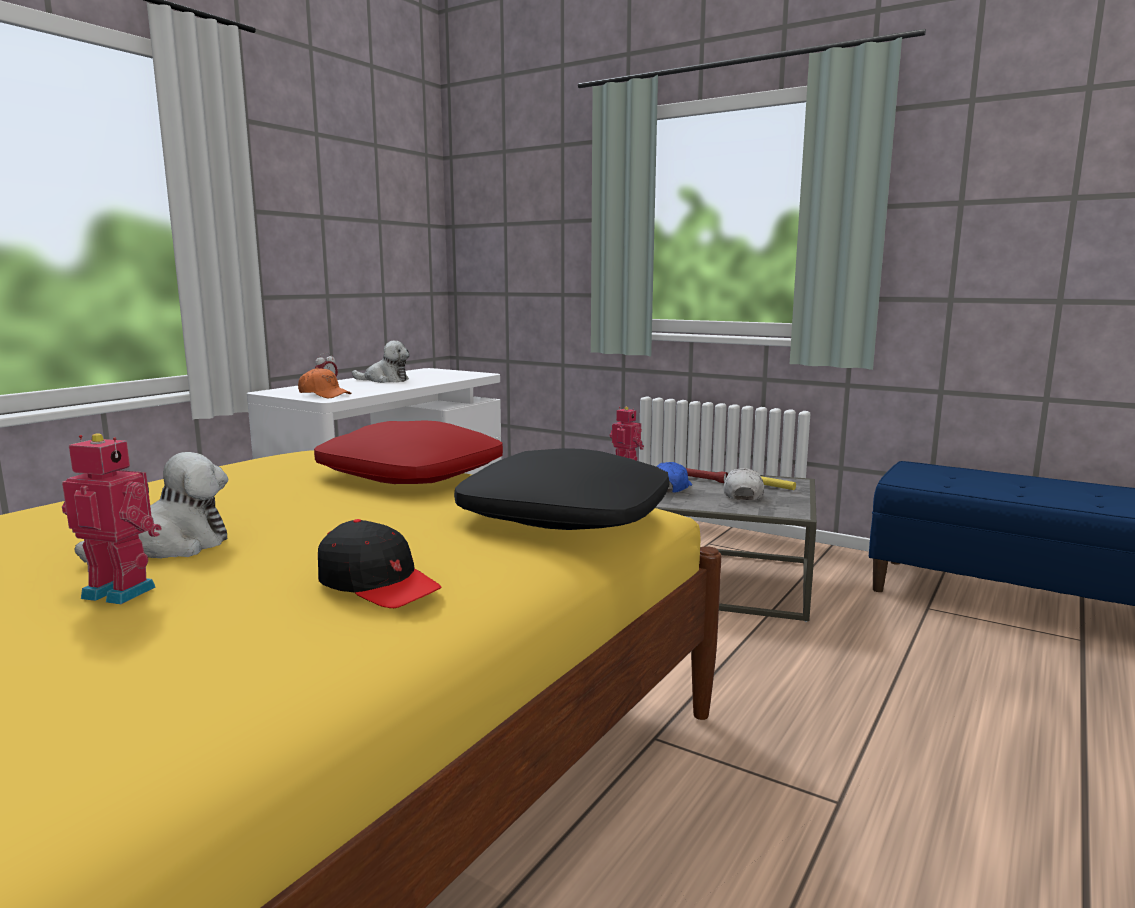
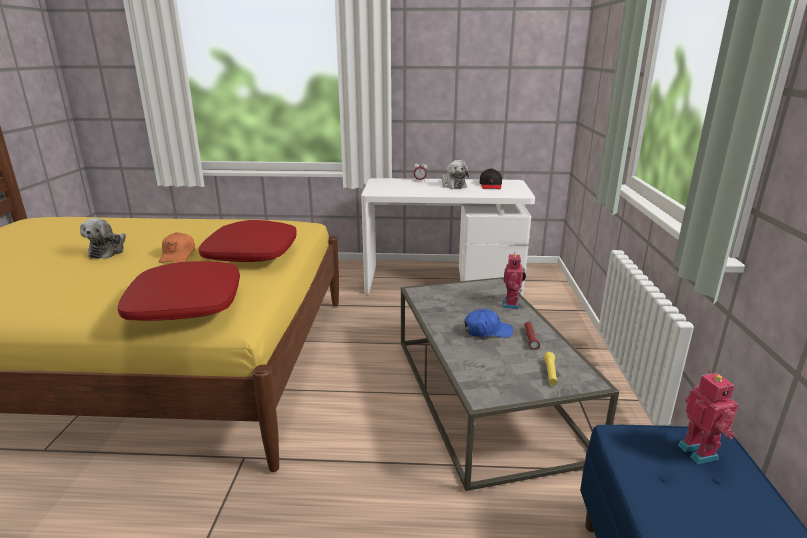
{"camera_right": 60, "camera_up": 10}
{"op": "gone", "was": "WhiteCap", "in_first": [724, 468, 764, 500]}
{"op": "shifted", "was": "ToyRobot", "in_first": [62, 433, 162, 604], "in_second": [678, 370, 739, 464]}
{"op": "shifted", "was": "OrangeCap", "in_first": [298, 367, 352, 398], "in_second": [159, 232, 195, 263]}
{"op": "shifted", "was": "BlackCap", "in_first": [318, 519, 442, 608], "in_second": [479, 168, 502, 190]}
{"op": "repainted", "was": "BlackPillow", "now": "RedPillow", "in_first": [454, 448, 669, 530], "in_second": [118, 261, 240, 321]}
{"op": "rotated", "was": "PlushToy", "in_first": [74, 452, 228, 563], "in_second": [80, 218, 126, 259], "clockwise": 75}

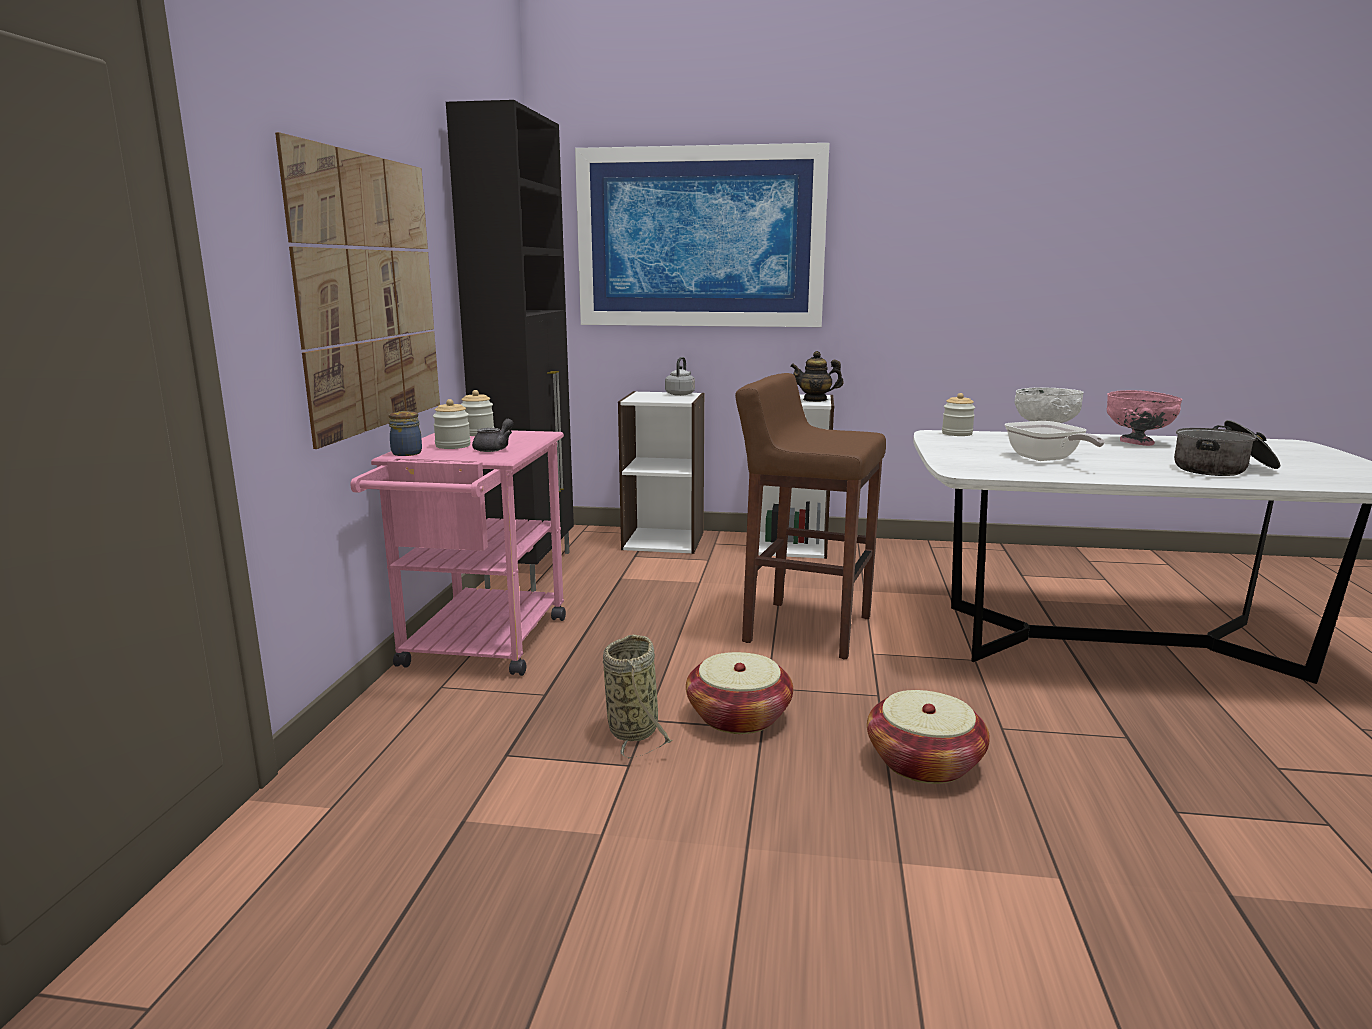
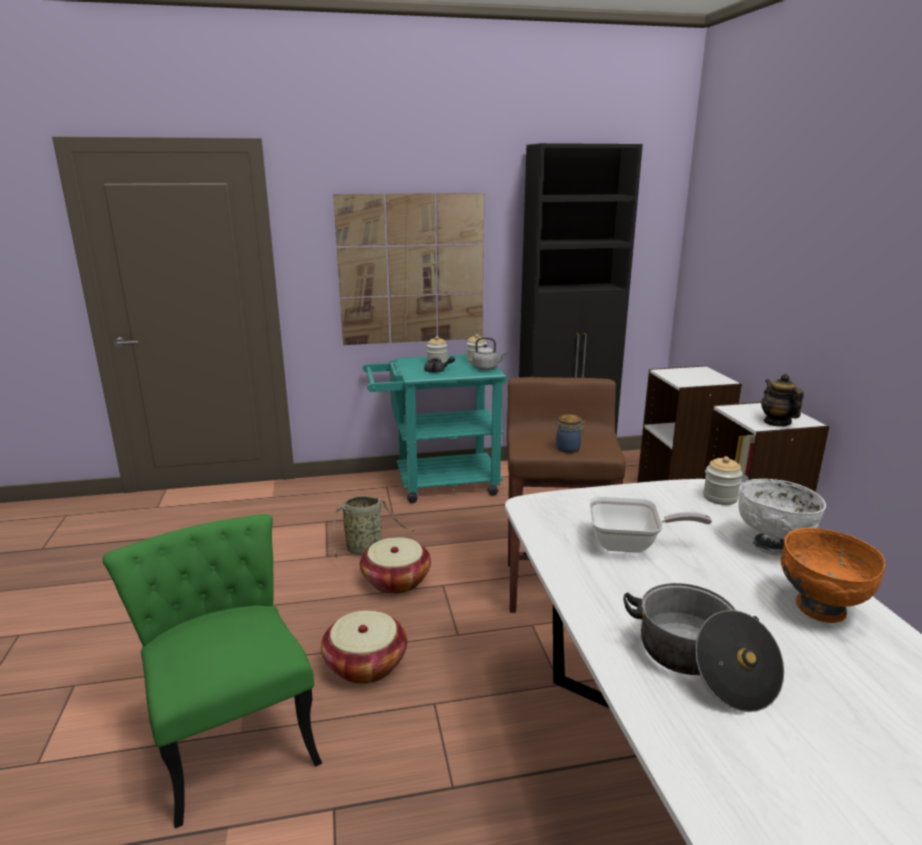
{"camera_right": 70, "camera_up": 5}
{"op": "gone", "was": "Picture", "in_first": [575, 143, 829, 327]}
{"op": "new", "now": "GreenChair", "in_second": [102, 514, 322, 828]}
{"op": "shifted", "was": "Jar", "in_first": [389, 411, 422, 456], "in_second": [556, 414, 585, 453]}
{"op": "shifted", "was": "GreyKettle", "in_first": [665, 357, 695, 396], "in_second": [472, 337, 506, 370]}
{"op": "repainted", "was": "PinkCart", "now": "TurquoiseCart", "in_first": [351, 430, 566, 676], "in_second": [363, 354, 506, 503]}
{"op": "repainted", "was": "PinkBowl", "now": "OrangeBowl", "in_first": [1107, 390, 1182, 446], "in_second": [781, 528, 885, 623]}
{"op": "rotated", "was": "FryingPan", "in_first": [1005, 421, 1105, 461], "in_second": [589, 496, 712, 553], "clockwise": -135}

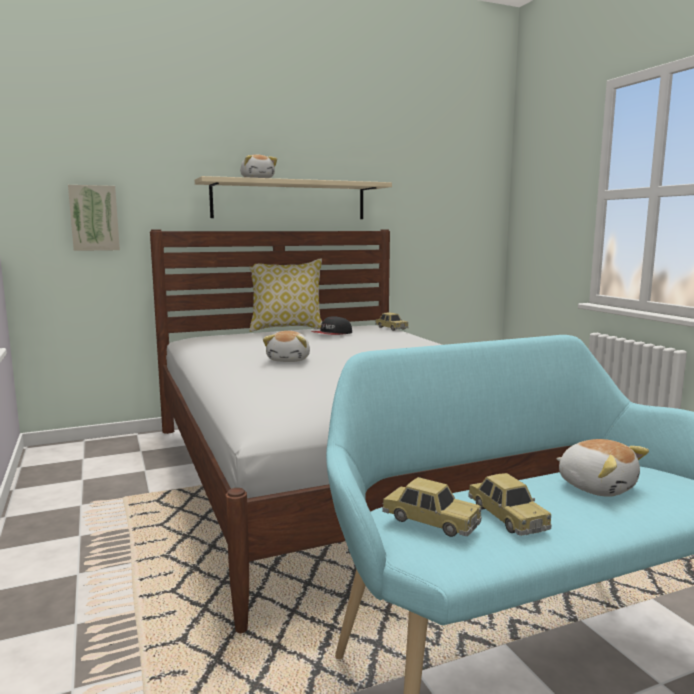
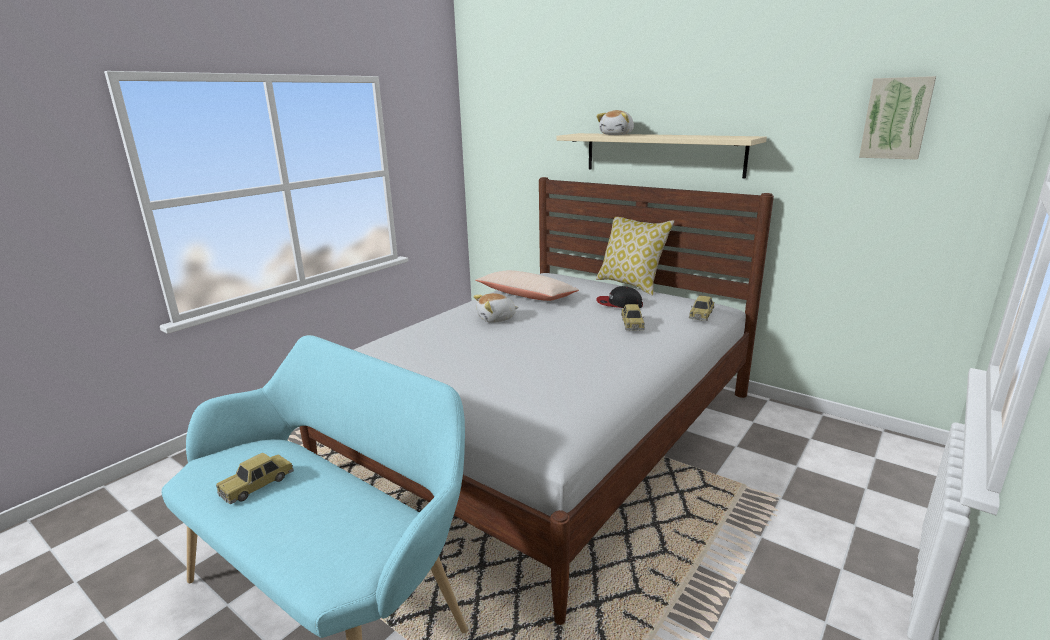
{"camera_right": 60, "camera_up": 10}
{"op": "gone", "was": "PlushToy", "in_first": [556, 439, 649, 497]}
{"op": "new", "now": "BeigePillow", "in_second": [475, 270, 579, 301]}
{"op": "shifted", "was": "Picture", "in_first": [68, 185, 120, 251], "in_second": [859, 76, 936, 160]}
{"op": "shifted", "was": "ToyCar", "in_first": [382, 477, 481, 537], "in_second": [621, 304, 645, 331]}

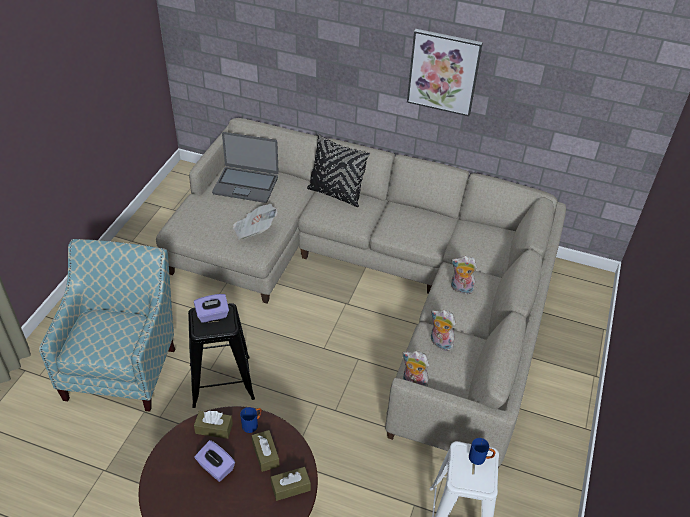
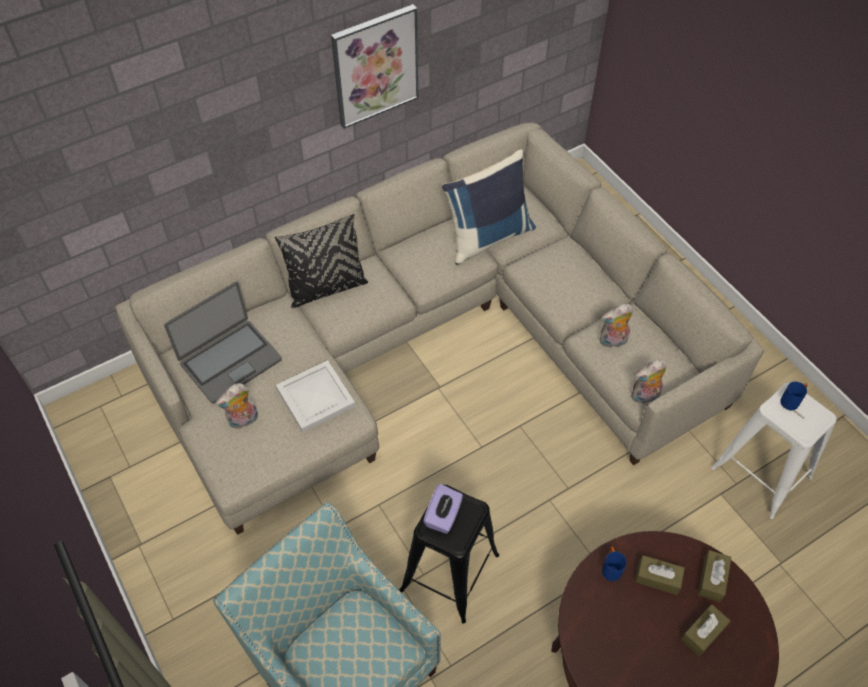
{"camera_right": -50, "camera_up": 10}
{"op": "gone", "was": "PurpleTissueBox", "in_first": [194, 440, 235, 482]}
{"op": "new", "now": "BluePillow", "in_second": [442, 149, 536, 265]}
{"op": "shifted", "was": "BrownTissueBox", "in_first": [194, 411, 233, 439], "in_second": [681, 604, 731, 657]}
{"op": "shifted", "was": "PlushToy", "in_first": [451, 256, 477, 294], "in_second": [215, 383, 258, 430]}
{"op": "swapped", "was": "Newspaper", "now": "WhiteTray", "in_first": [233, 204, 278, 240], "in_second": [276, 360, 355, 433]}

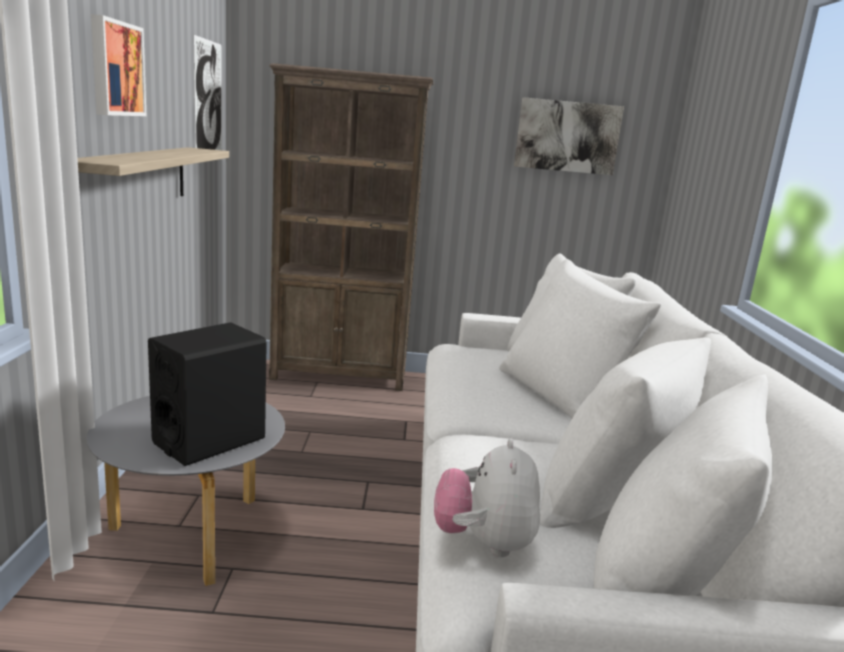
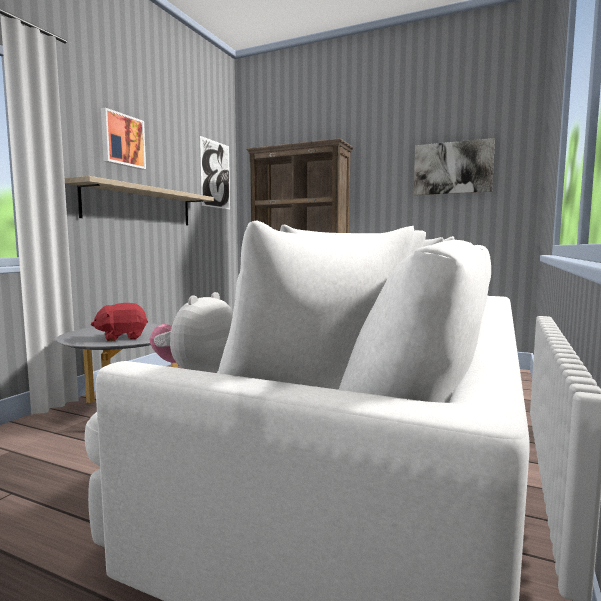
{"camera_right": 25, "camera_up": -10}
{"op": "swapped", "was": "BlackSpeaker", "now": "RedPlushToy", "in_first": [148, 322, 267, 466], "in_second": [91, 303, 148, 341]}

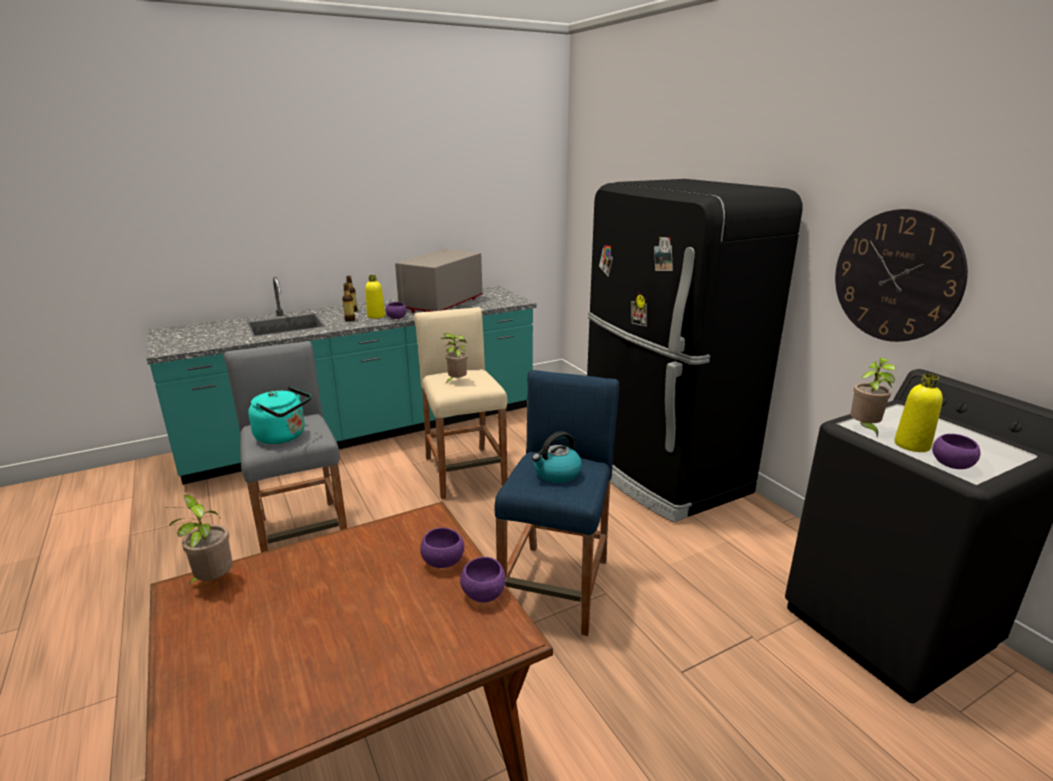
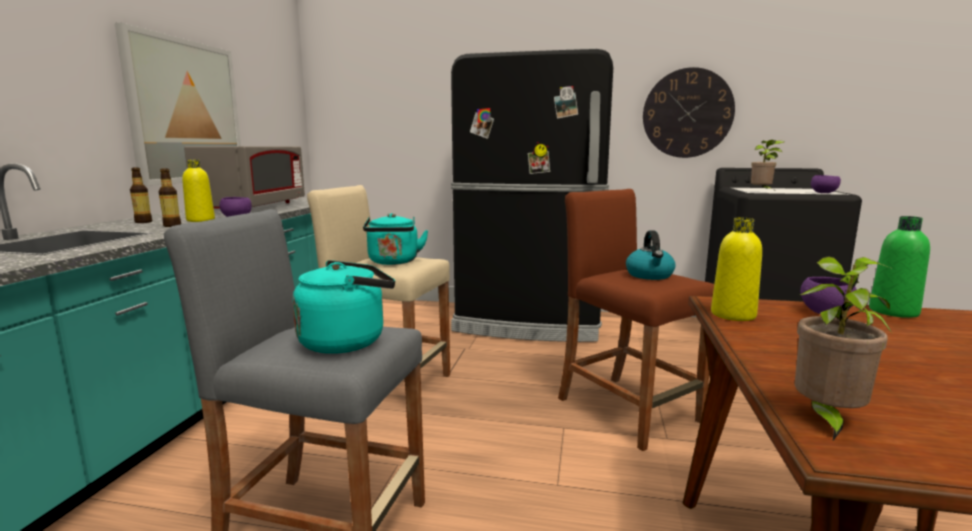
{"camera_right": -50, "camera_up": -10}
{"op": "new", "now": "Picture", "in_second": [115, 23, 241, 186]}
{"op": "shifted", "was": "YellowBottle", "in_first": [895, 374, 943, 452], "in_second": [711, 218, 762, 321]}
{"op": "swapped", "was": "PottedPlant", "now": "TurquoiseKettle", "in_first": [440, 333, 468, 384], "in_second": [363, 213, 429, 265]}
{"op": "swapped", "was": "PurpleBowl", "now": "GreenBottle", "in_first": [460, 557, 506, 602], "in_second": [869, 216, 930, 318]}
{"op": "repainted", "was": "BlueStool", "now": "BrownStool", "in_first": [495, 370, 619, 636], "in_second": [558, 189, 714, 451]}
{"op": "rotated", "was": "GreyMicrowave", "in_first": [395, 249, 483, 312], "in_second": [184, 146, 305, 209], "clockwise": -150}

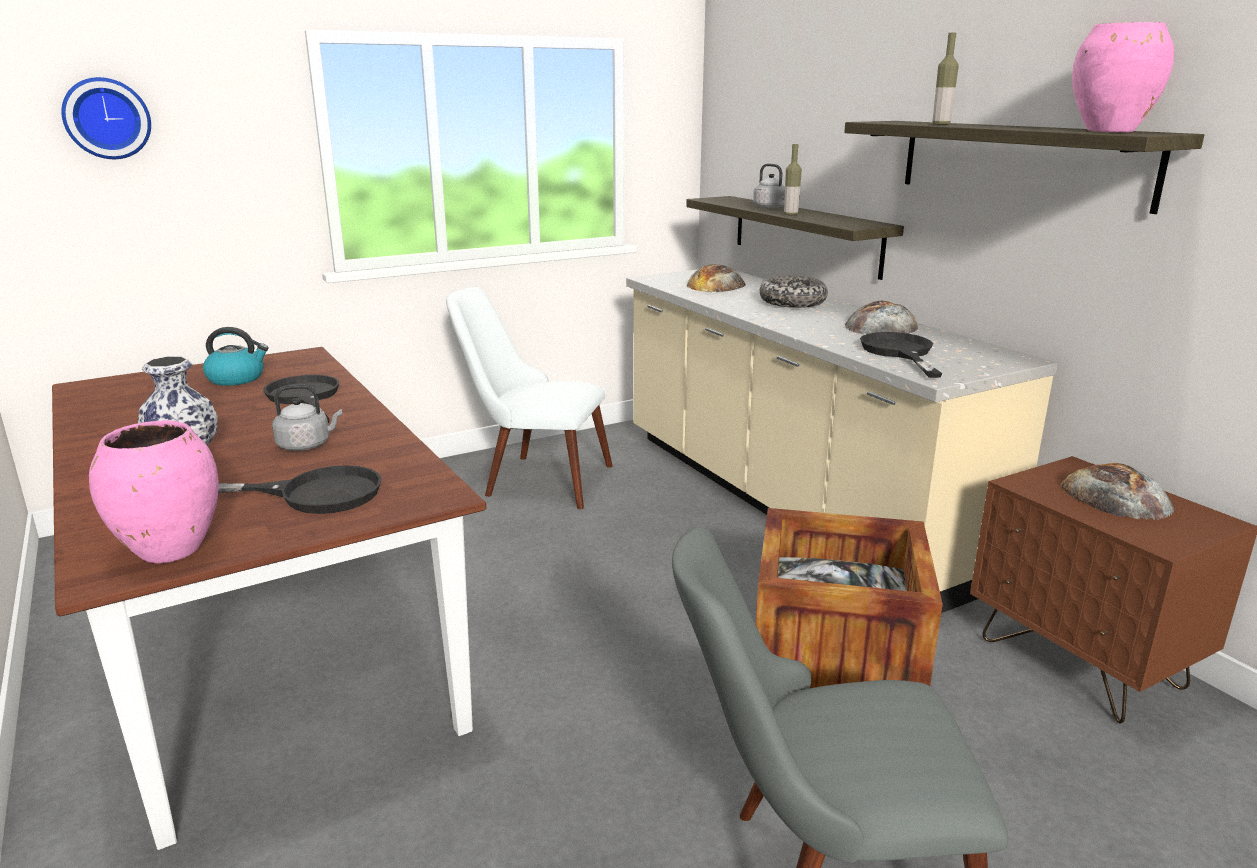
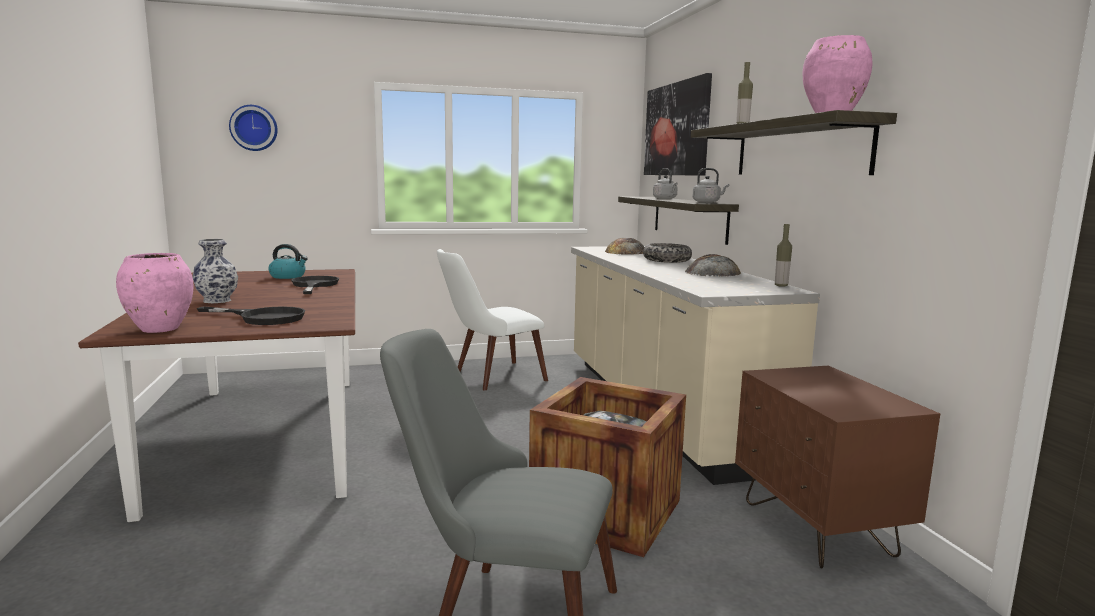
{"camera_right": 15, "camera_up": -10}
{"op": "gone", "was": "BlackFryingPan", "in_first": [860, 332, 942, 378]}
{"op": "gone", "was": "Bread", "in_first": [1061, 463, 1174, 520]}
{"op": "new", "now": "Picture", "in_second": [644, 73, 712, 176]}
{"op": "shifted", "was": "GreyKettle", "in_first": [272, 384, 342, 451], "in_second": [692, 168, 729, 203]}
{"op": "shifted", "was": "Bottle", "in_first": [784, 144, 802, 215], "in_second": [775, 224, 792, 287]}
{"op": "rotated", "was": "WhiteChair", "in_first": [446, 287, 613, 509], "in_second": [437, 249, 548, 390], "clockwise": -60}

